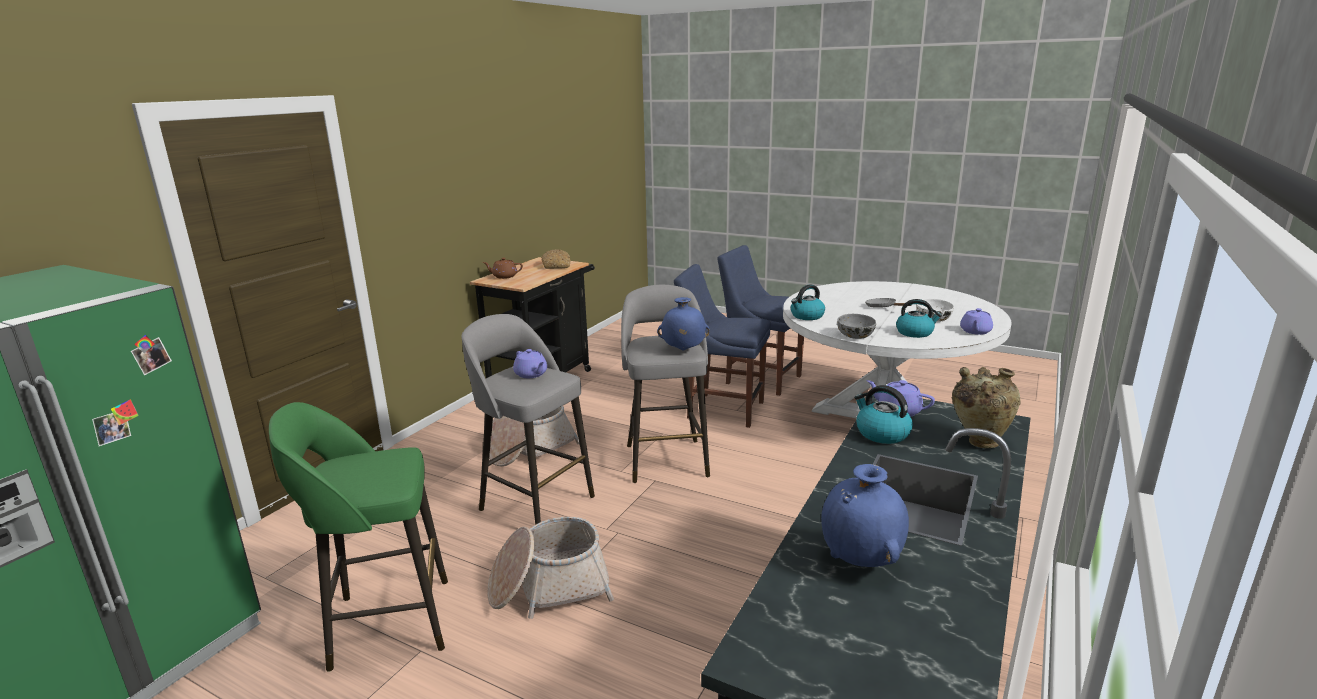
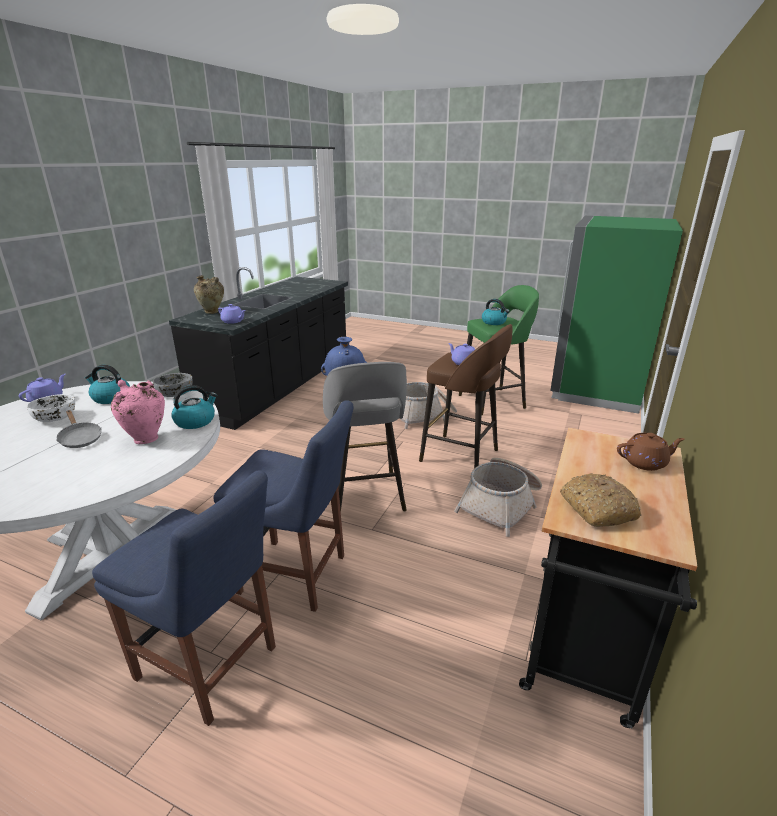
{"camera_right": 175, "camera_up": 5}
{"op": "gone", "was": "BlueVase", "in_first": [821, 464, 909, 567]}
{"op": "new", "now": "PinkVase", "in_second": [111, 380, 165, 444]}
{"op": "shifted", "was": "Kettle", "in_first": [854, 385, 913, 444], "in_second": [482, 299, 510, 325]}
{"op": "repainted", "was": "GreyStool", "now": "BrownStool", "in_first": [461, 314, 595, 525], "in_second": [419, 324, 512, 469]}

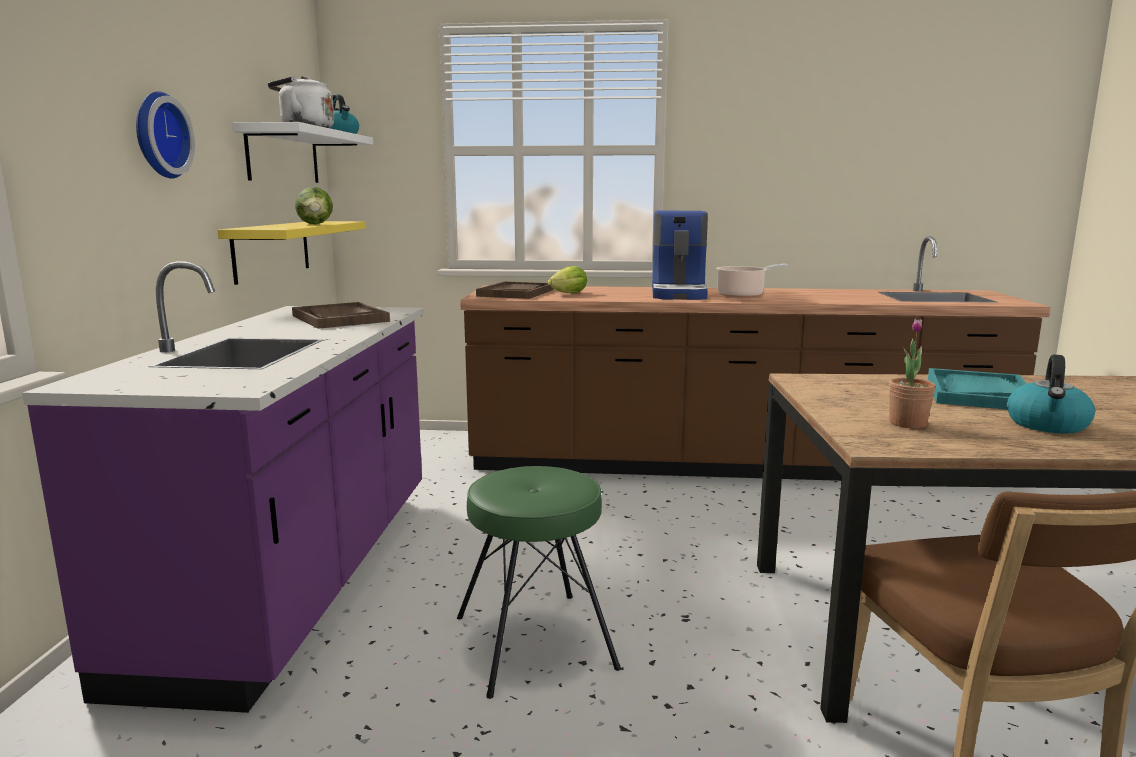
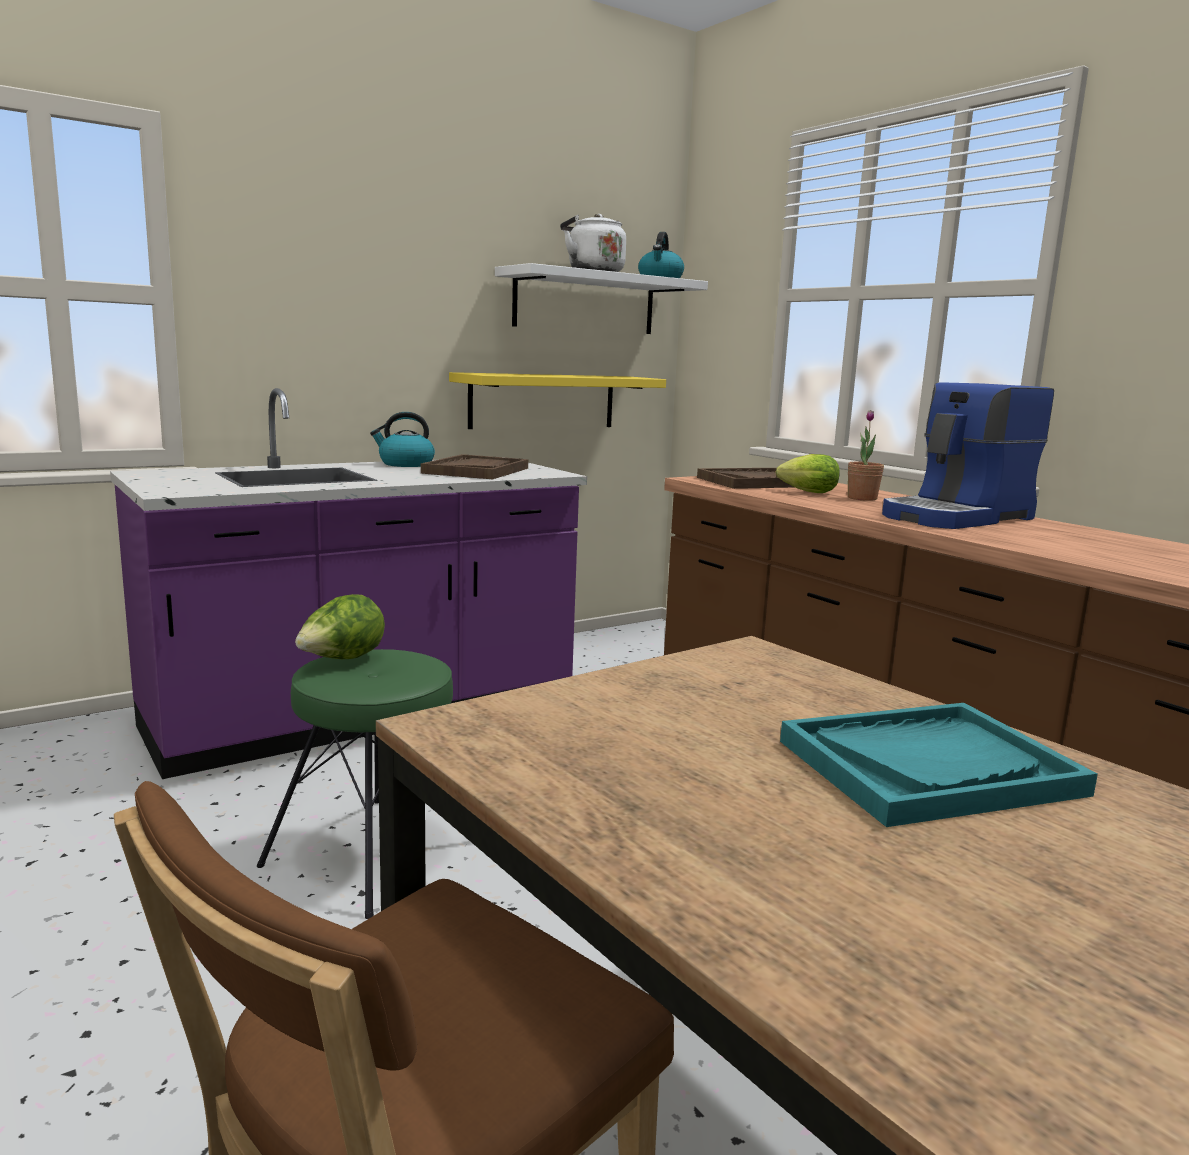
{"camera_right": 50, "camera_up": 0}
{"op": "gone", "was": "WallClock", "in_first": [136, 91, 195, 179]}
{"op": "gone", "was": "CookingPot", "in_first": [716, 264, 788, 298]}
{"op": "shifted", "was": "Lettuce", "in_first": [295, 187, 333, 224], "in_second": [295, 594, 385, 659]}
{"op": "shifted", "was": "PottedPlant", "in_first": [889, 319, 936, 428], "in_second": [848, 410, 884, 501]}
{"op": "shifted", "was": "Kettle", "in_first": [1007, 354, 1095, 434], "in_second": [370, 412, 435, 467]}

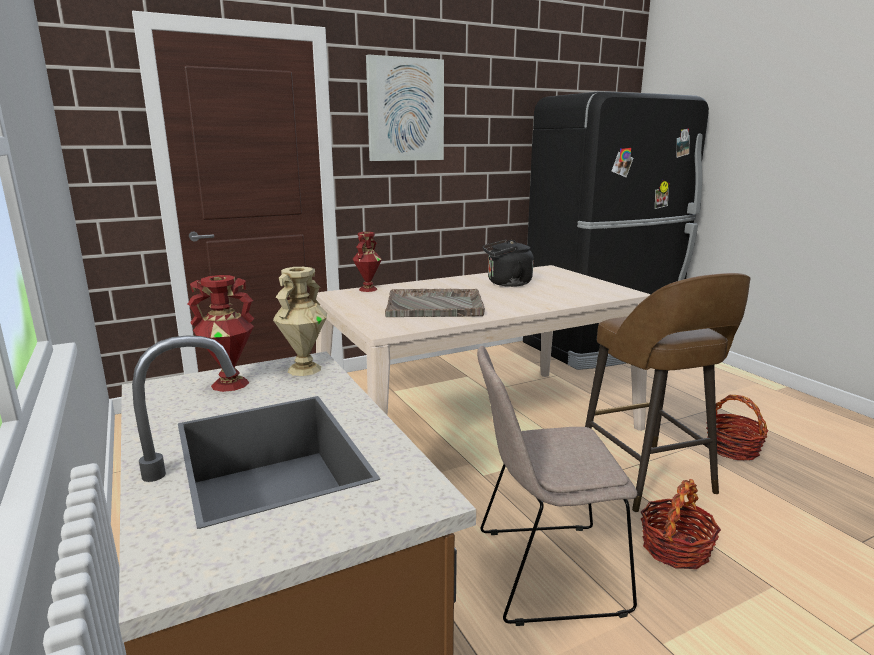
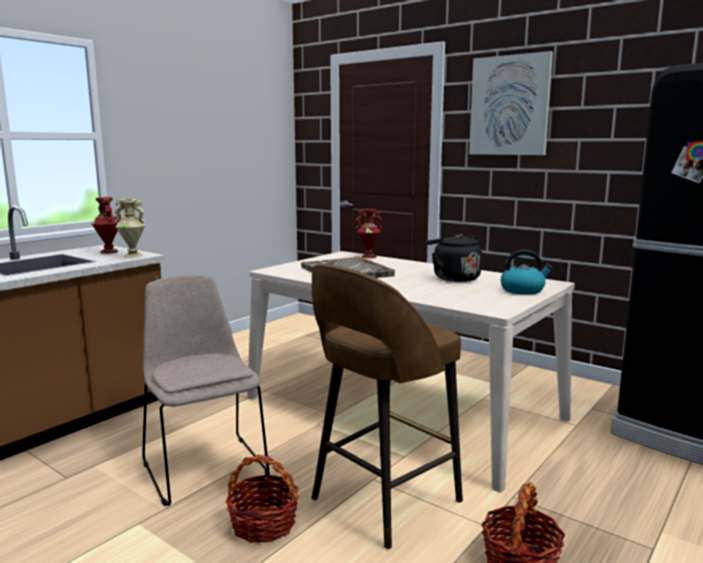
{"camera_right": 65, "camera_up": -5}
{"op": "new", "now": "Kettle", "in_second": [501, 250, 553, 295]}

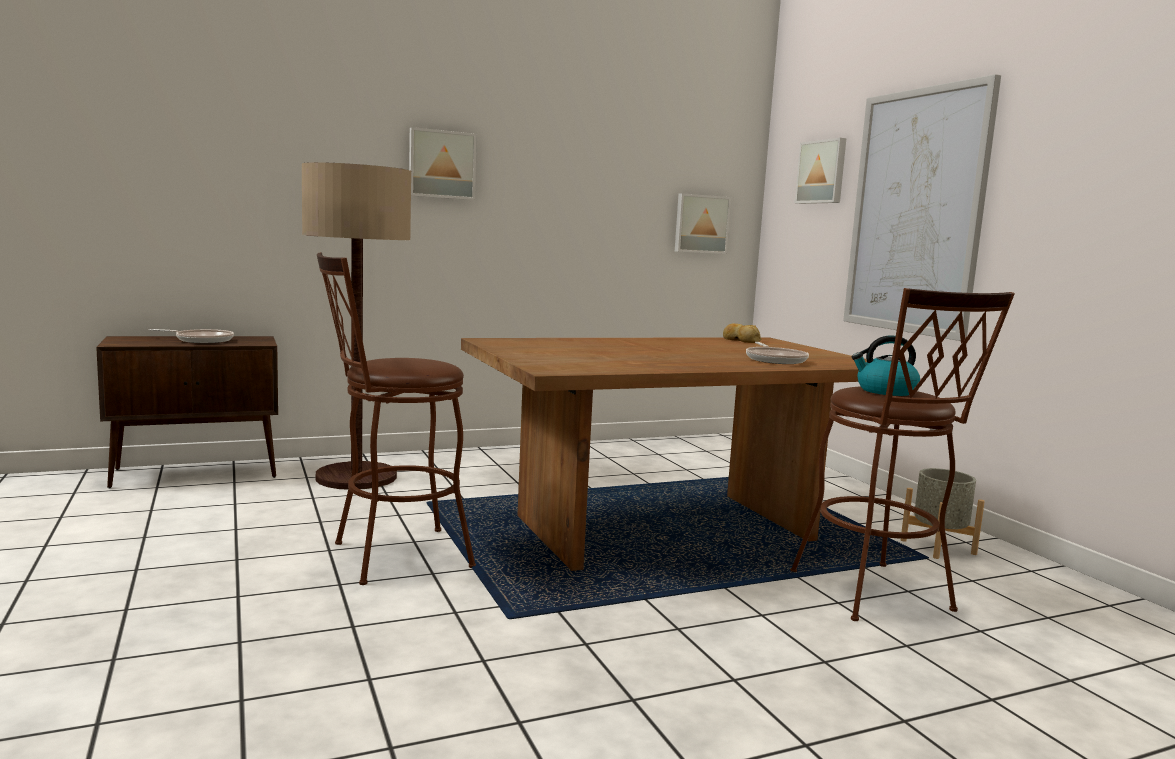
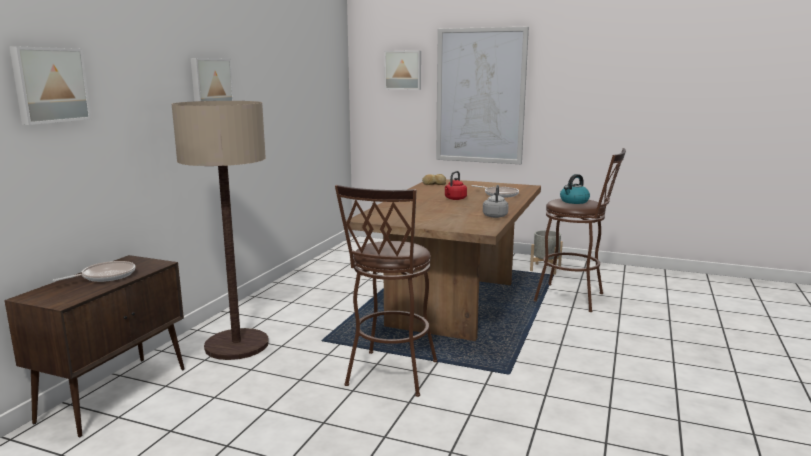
{"camera_right": -45, "camera_up": 5}
{"op": "new", "now": "RedKettle", "in_second": [445, 171, 467, 200]}
{"op": "new", "now": "GreyKettle", "in_second": [483, 185, 509, 218]}
{"op": "shifted", "was": "Picture", "in_first": [675, 193, 731, 254], "in_second": [10, 46, 91, 125]}

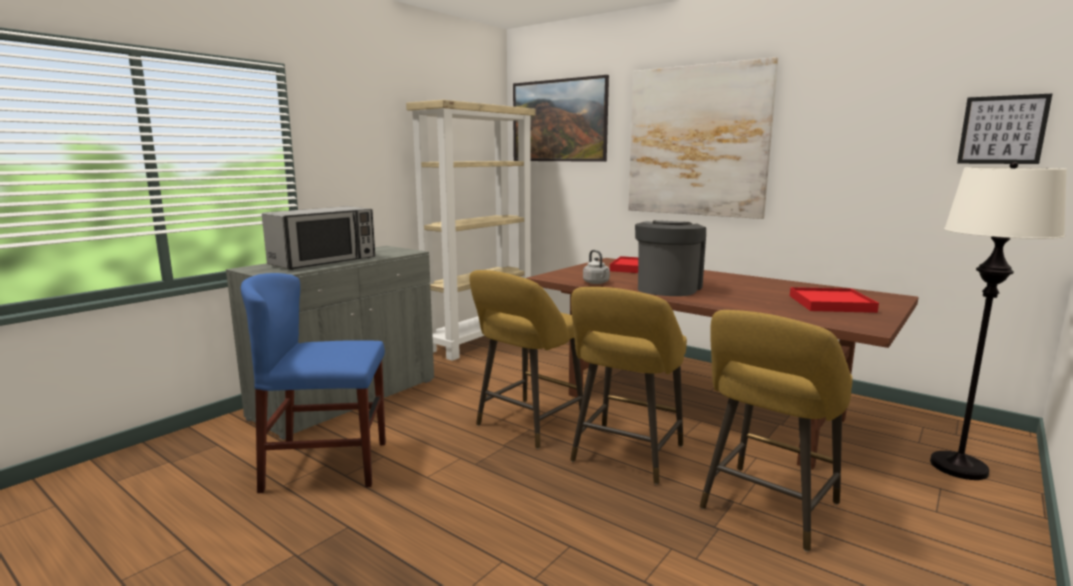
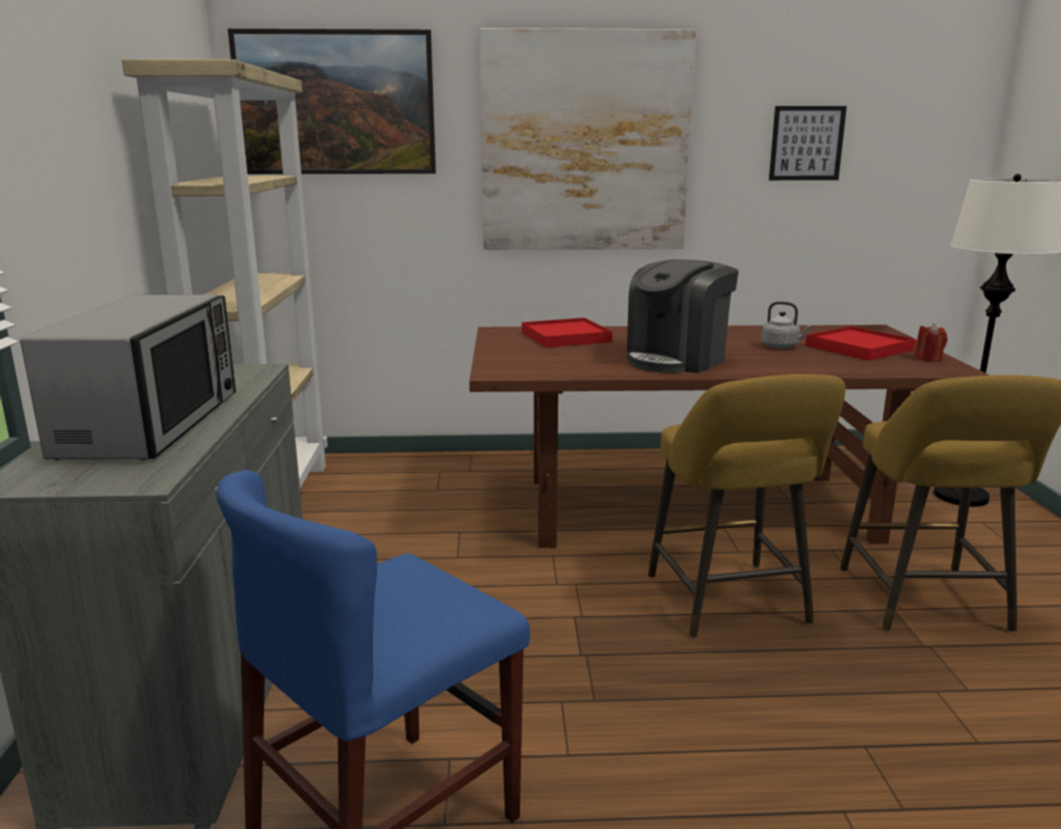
{"camera_right": -40, "camera_up": 5}
{"op": "gone", "was": "YellowStool", "in_first": [469, 270, 583, 449]}
{"op": "new", "now": "RedCandle", "in_second": [914, 324, 947, 362]}
{"op": "shifted", "was": "GreyKettle", "in_first": [583, 250, 610, 284], "in_second": [761, 301, 812, 349]}
{"op": "shifted", "was": "Picture", "in_first": [957, 93, 1053, 164], "in_second": [769, 106, 847, 180]}
{"op": "rotated", "was": "CoffeeMachine", "in_first": [635, 220, 706, 296], "in_second": [627, 259, 739, 373], "clockwise": -120}

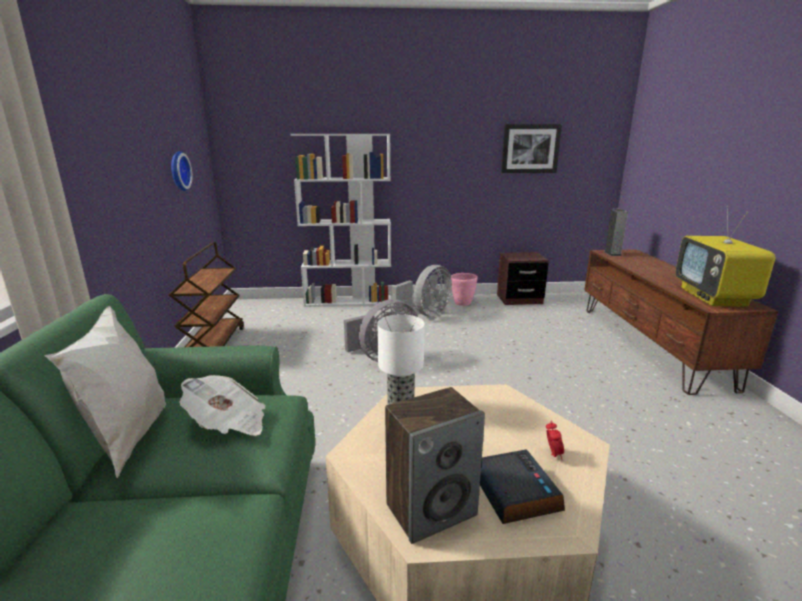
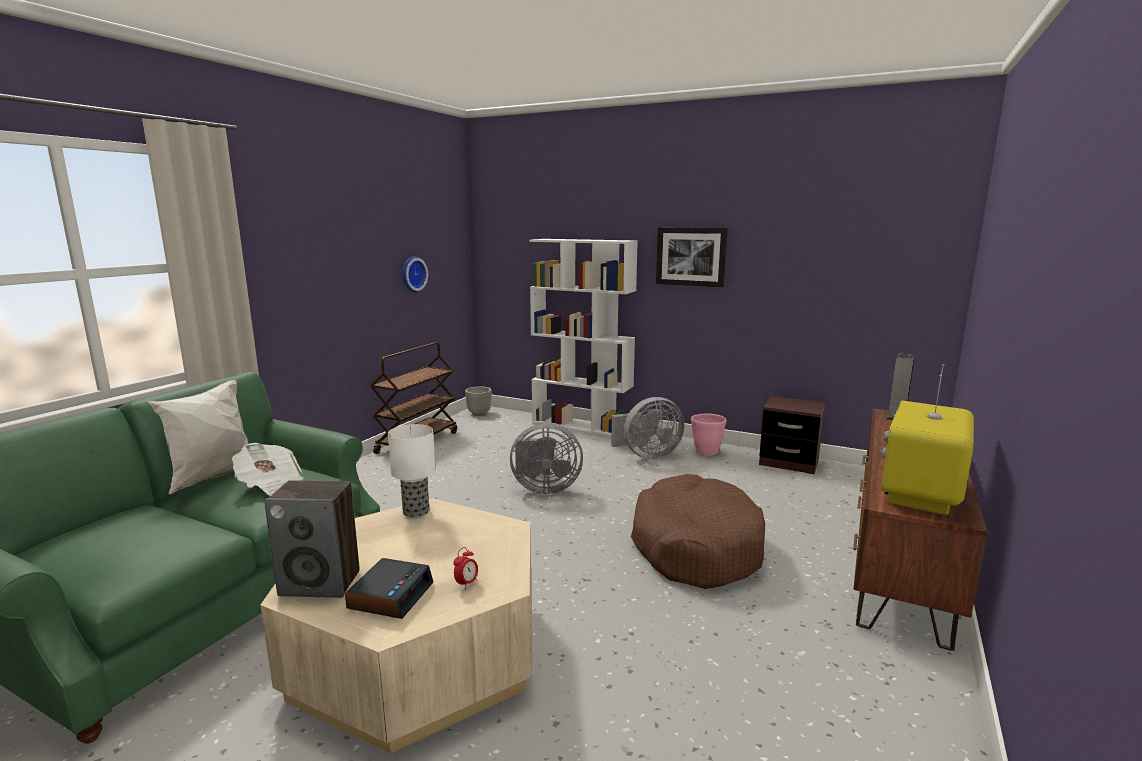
{"camera_right": 30, "camera_up": -5}
{"op": "new", "now": "Planter", "in_second": [465, 386, 492, 416]}
{"op": "new", "now": "BrownDogBed", "in_second": [631, 474, 765, 589]}
{"op": "shifted", "was": "Picture", "in_first": [501, 124, 562, 173], "in_second": [656, 227, 728, 288]}

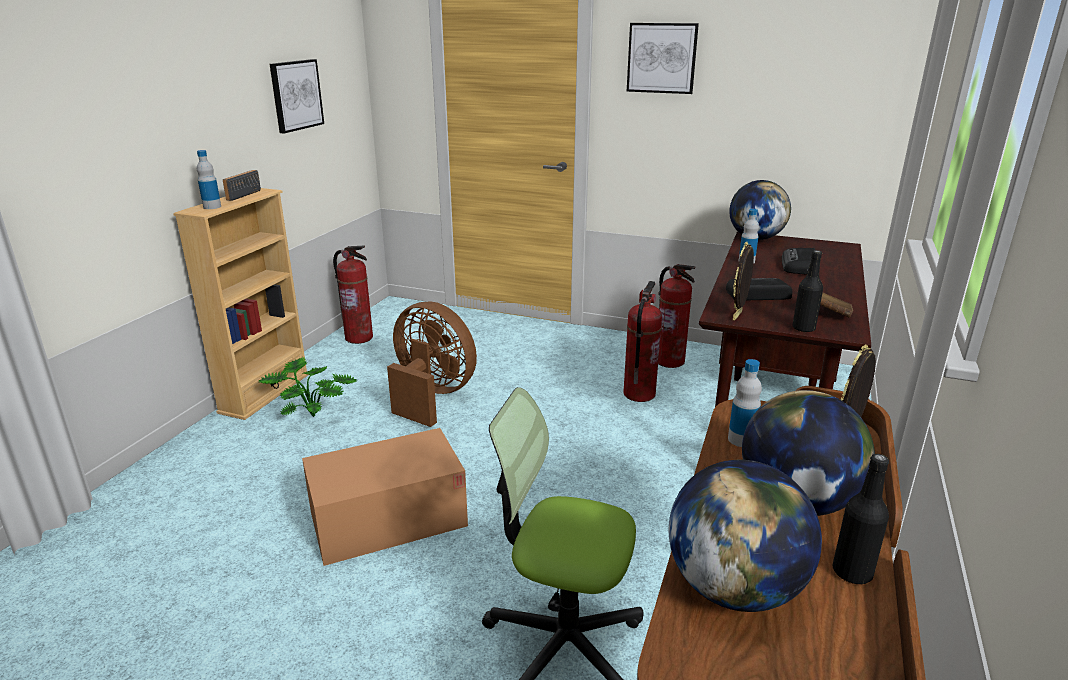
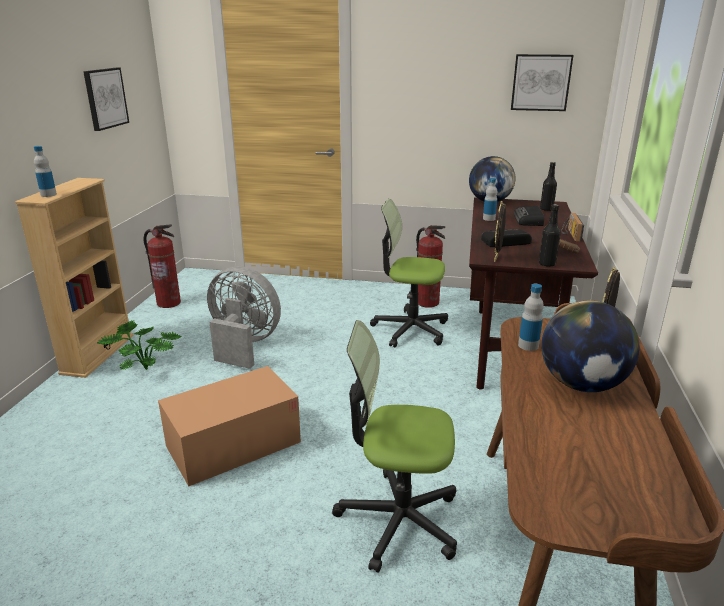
{"camera_right": -10, "camera_up": 0}
{"op": "gone", "was": "Globe", "in_first": [669, 460, 822, 612]}
{"op": "shifted", "was": "Radio", "in_first": [223, 170, 261, 201], "in_second": [561, 213, 584, 242]}
{"op": "shifted", "was": "Picture", "in_first": [627, 23, 699, 94], "in_second": [511, 54, 574, 111]}
{"op": "shifted", "was": "BlackBottle", "in_first": [832, 454, 889, 584], "in_second": [540, 162, 557, 211]}
{"op": "swapped", "was": "FireExtinguisher", "now": "OfficeChair", "in_first": [623, 281, 662, 402], "in_second": [370, 199, 448, 347]}
{"op": "repainted", "was": "BrownFan", "now": "GreyFan", "in_first": [387, 301, 477, 427], "in_second": [207, 266, 281, 369]}

